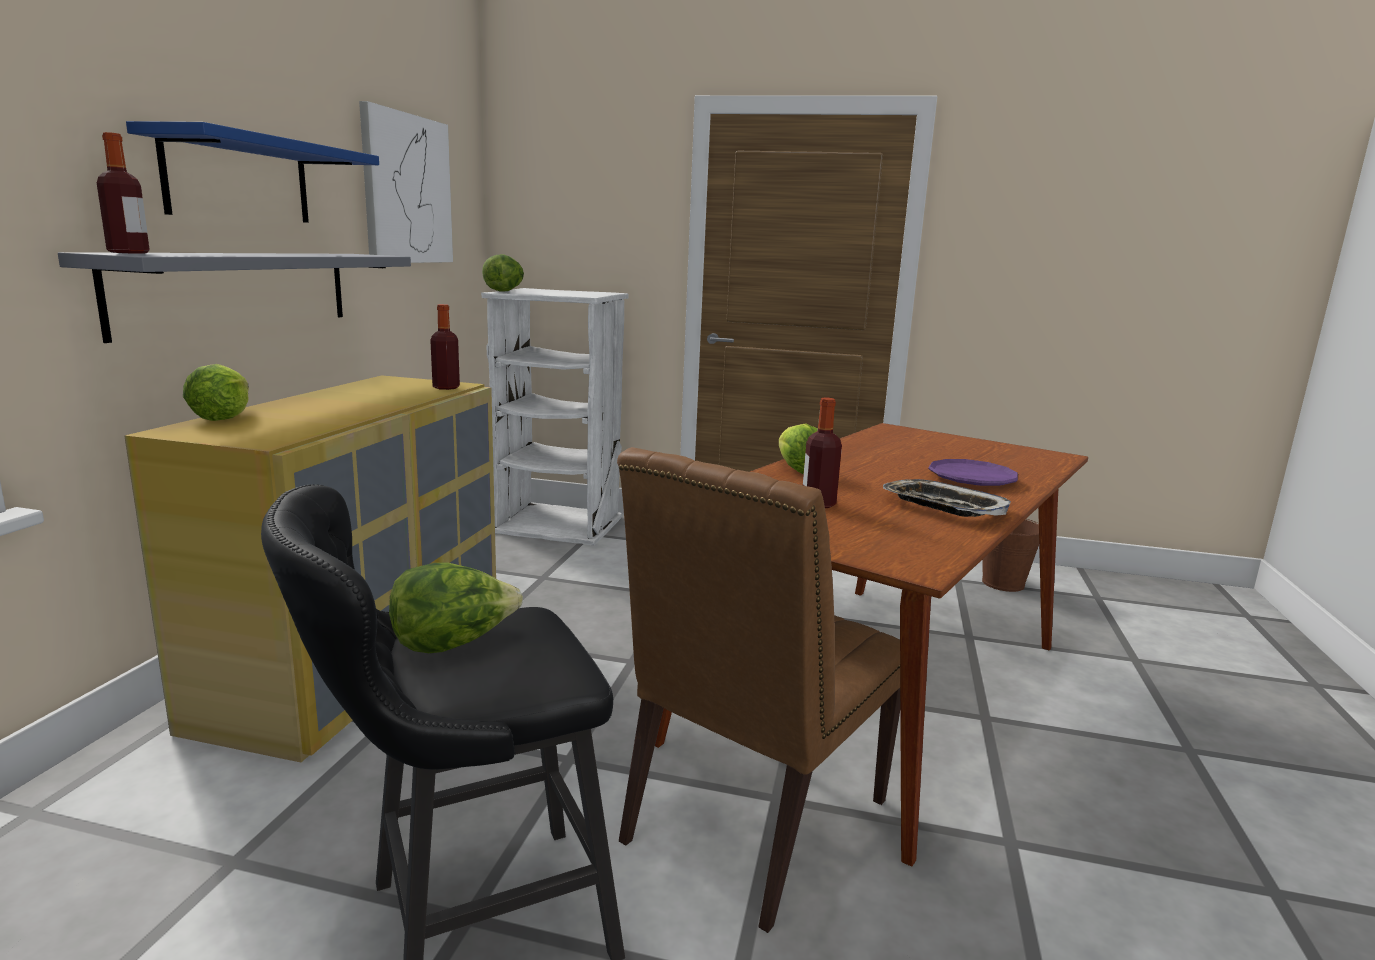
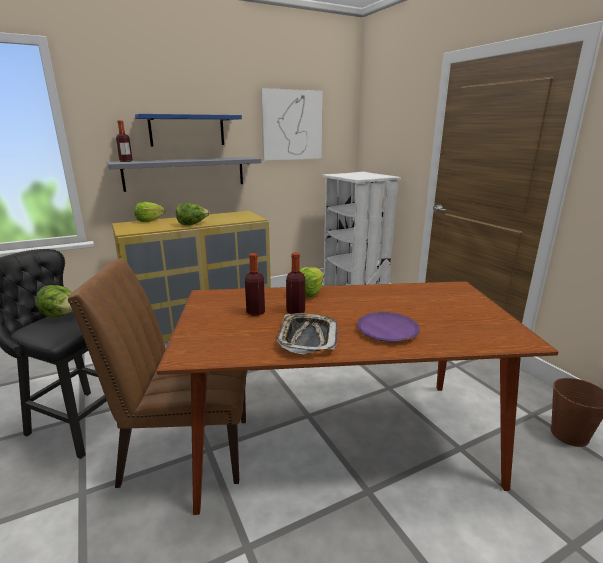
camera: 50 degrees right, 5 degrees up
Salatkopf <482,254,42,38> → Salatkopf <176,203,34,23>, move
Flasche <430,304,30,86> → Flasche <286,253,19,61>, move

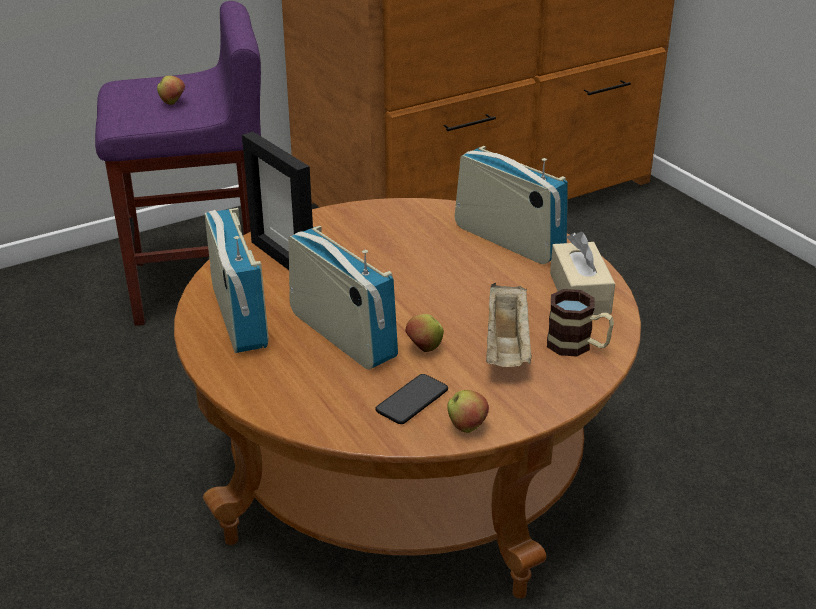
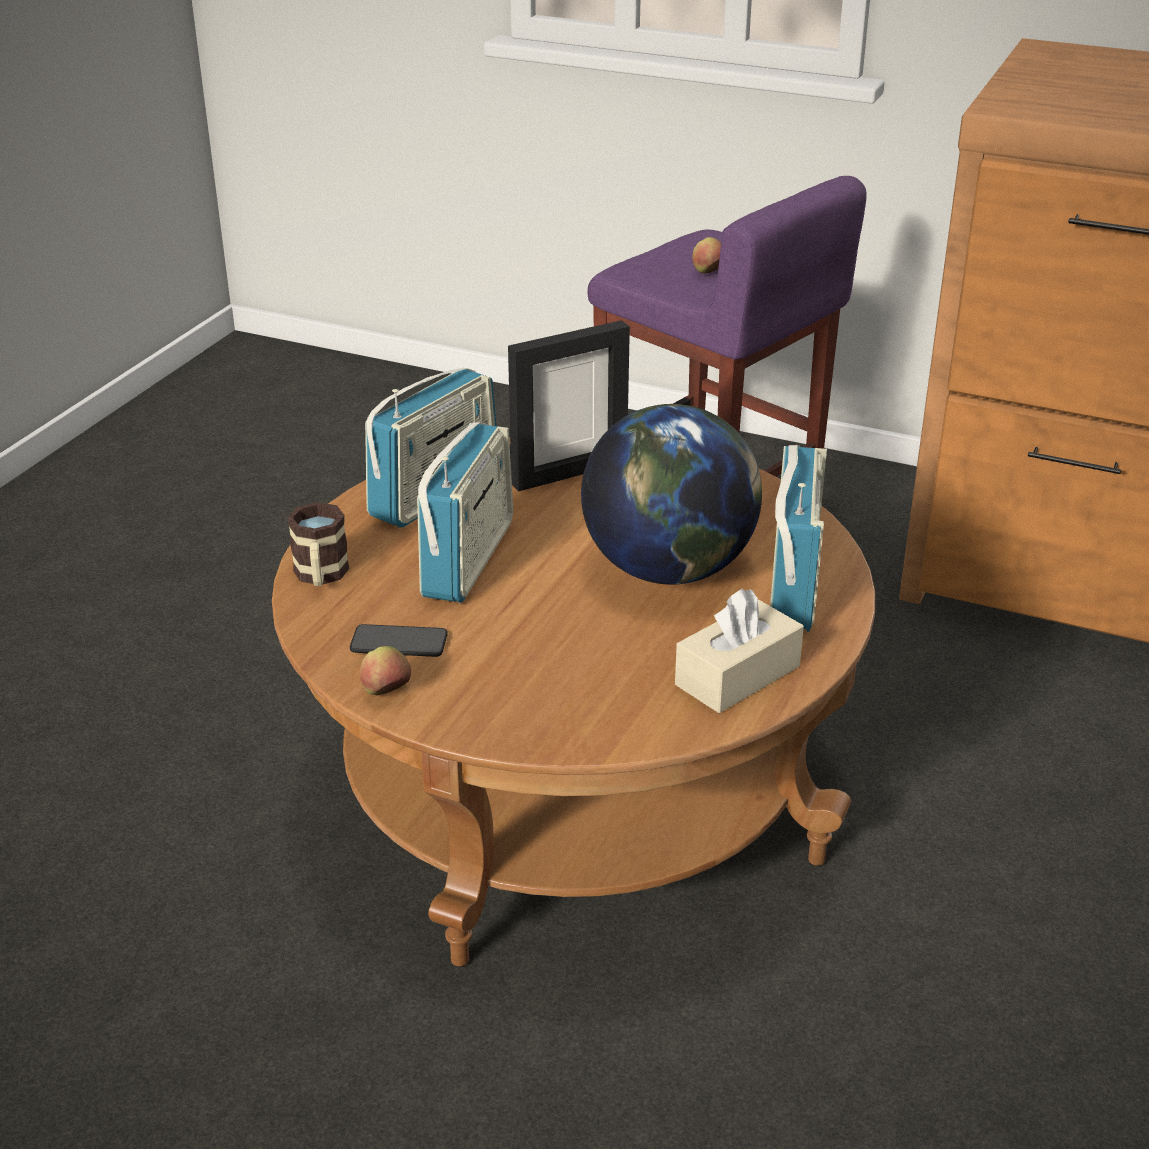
camera: 55 degrees right, 0 degrees up
Henkelbecher <547,289,67,68> → Henkelbecher <287,502,63,84>, move
Bilderrahmen <242,132,71,138> → Bilderrahmen <508,320,122,171>, 135 degrees counterclockwise
- → Globus <581,404,181,181>
Apfel <405,314,39,38> → -
Tablett (beige) <486,283,46,84> → -

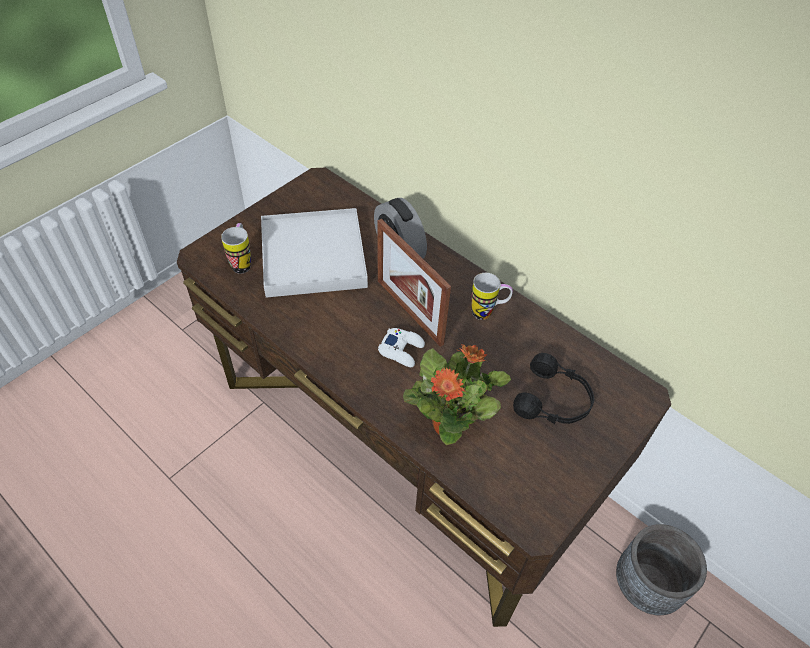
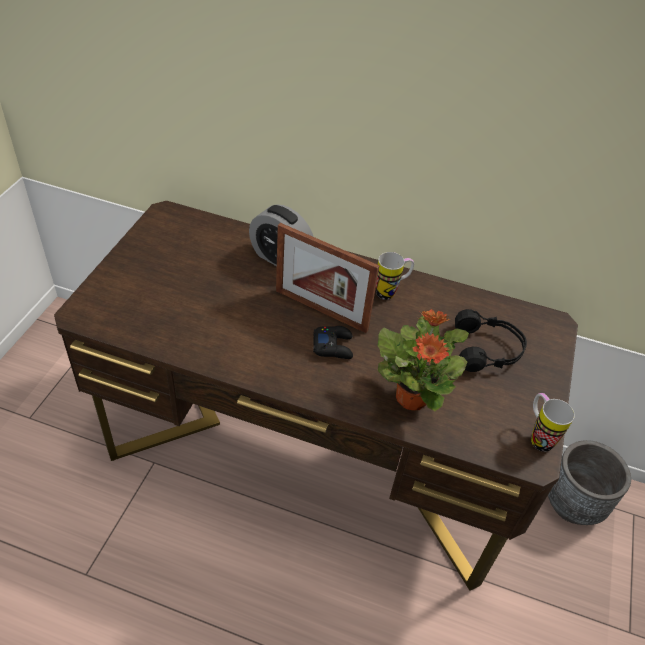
camera: 25 degrees left, 5 degrees down
Gamepad (weiß) <378,328,47,39> → Gamepad (schwarz) <313,326,40,33>
Henkelbecher <221,223,30,51> → Henkelbecher <531,393,44,59>, move
Tablett (weiß) <261,208,107,90> → -

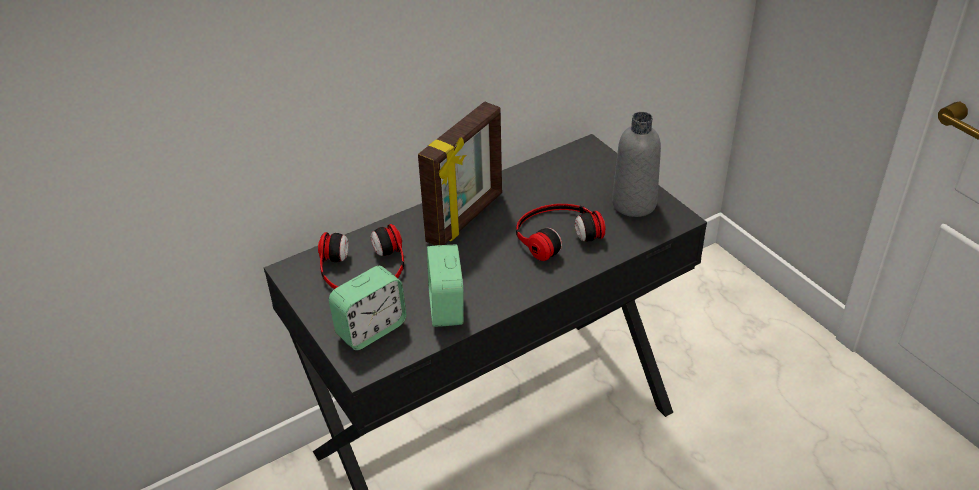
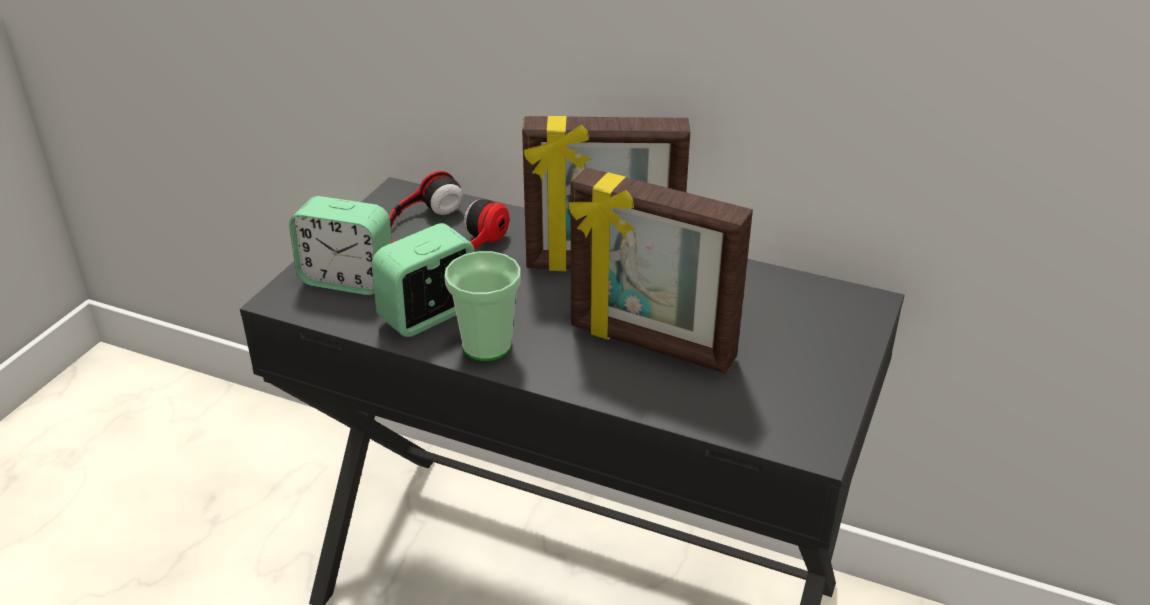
camera: 55 degrees right, 5 degrees down
- → Tasse <444,251,77,110>
Kopfhörer <516,204,90,57> → Bilderrahmen <568,167,185,206>
Flasche (grau) <612,112,49,105> → -

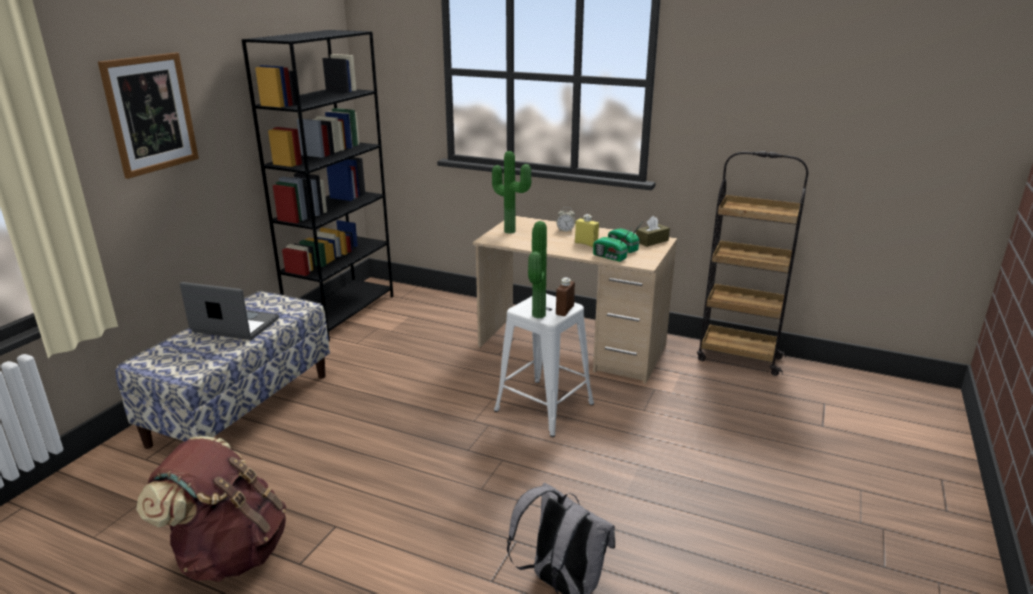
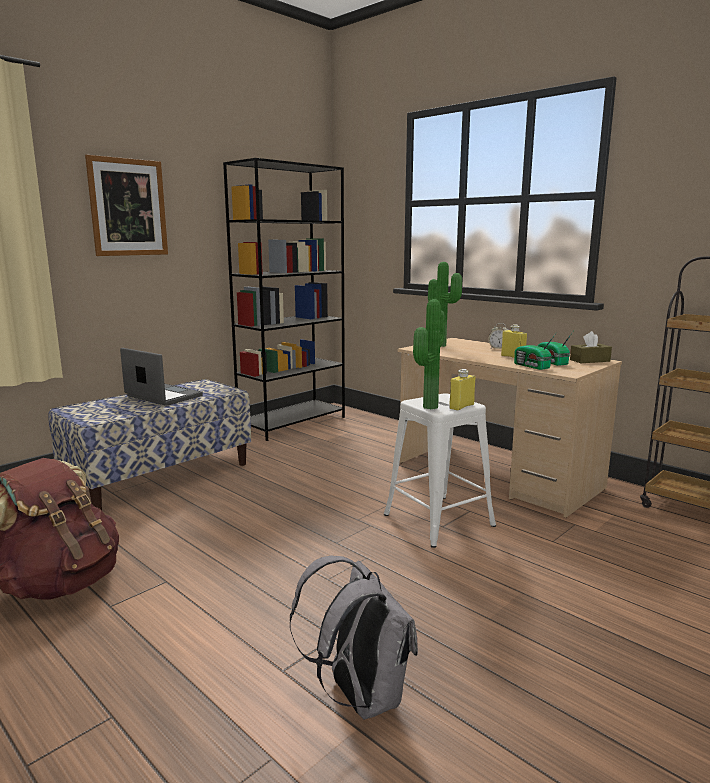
camera: 20 degrees right, 10 degrees down
Flasche (braun) <556,277,19,39> → Flasche (gelb) <449,369,26,42>

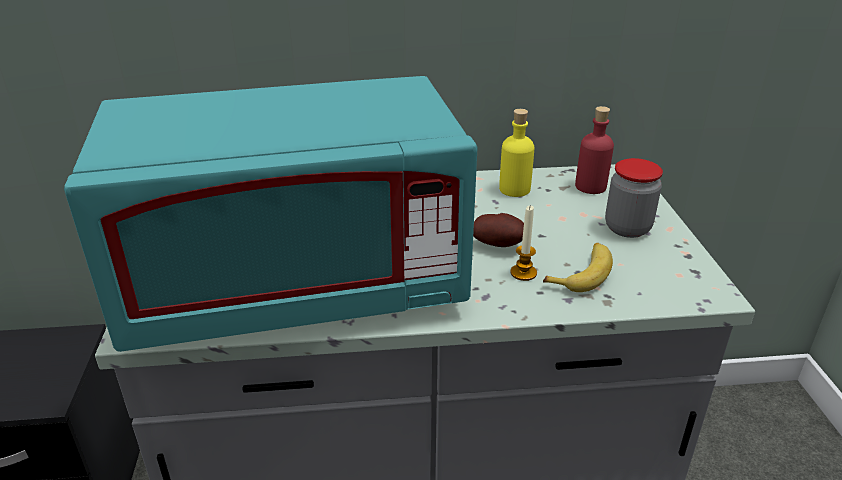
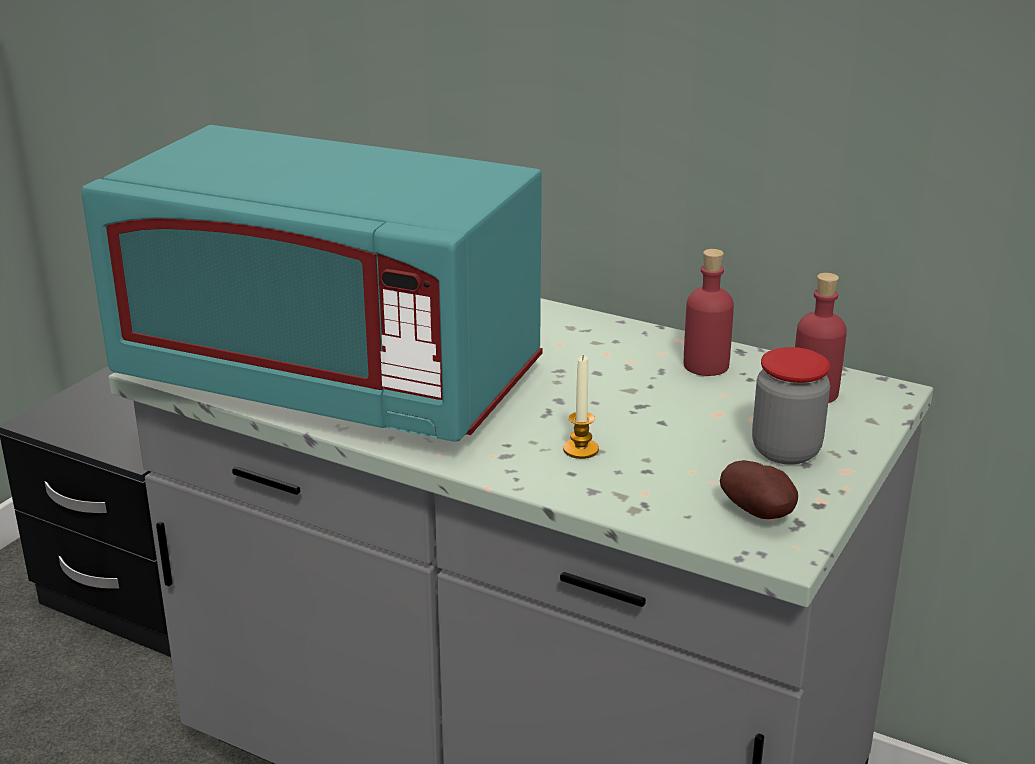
camera: 35 degrees right, 5 degrees down
Flasche (gelb) <499,109,35,88> → Flasche (rot) <684,249,50,127>
Kartoffel <473,213,51,34> → Kartoffel <720,460,78,59>, move
Banane <543,243,70,49> → -

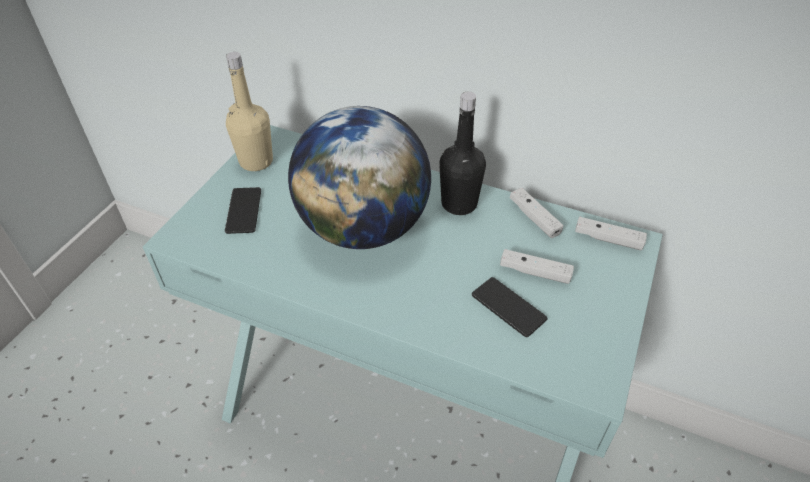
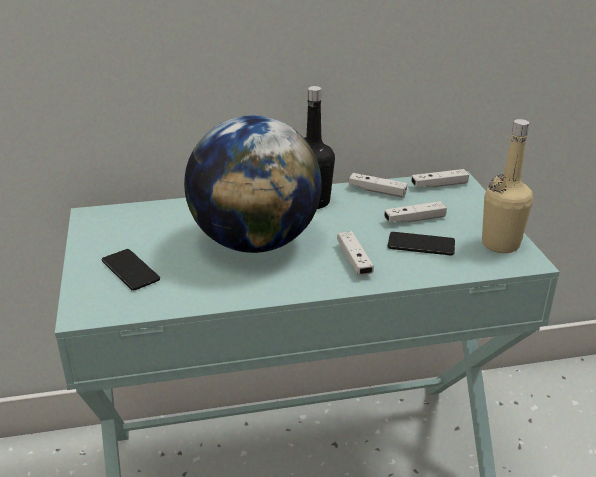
camera: 35 degrees left, 15 degrees down
- → Gamepad (weiß) <338,231,36,44>
Flasche (beige) <226,52,47,119> → Flasche (beige) <482,119,51,134>, move

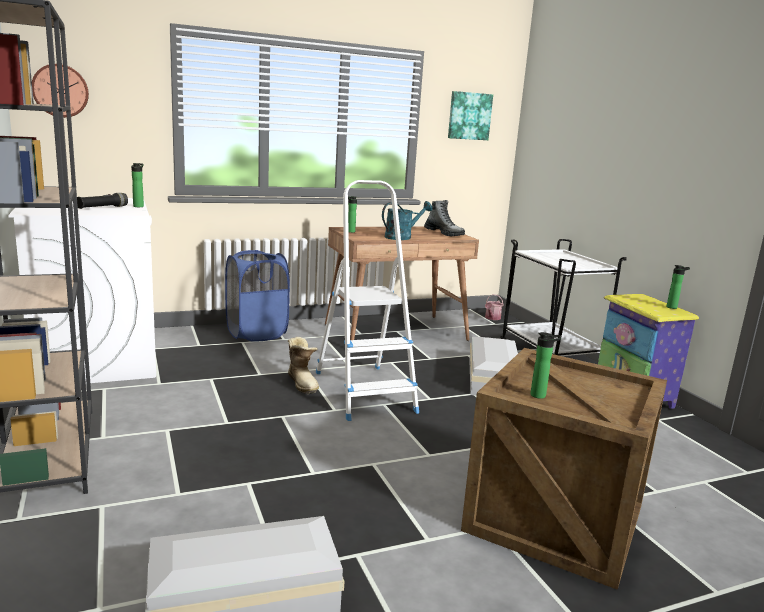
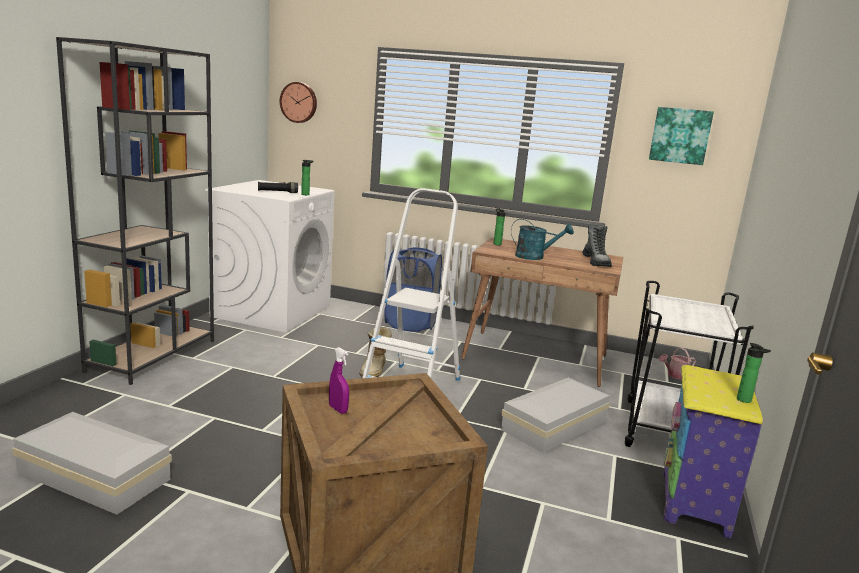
camera: 40 degrees right, 0 degrees up
Flasche <530,332,31,67> → Sprühflasche (lila) <329,347,20,67>

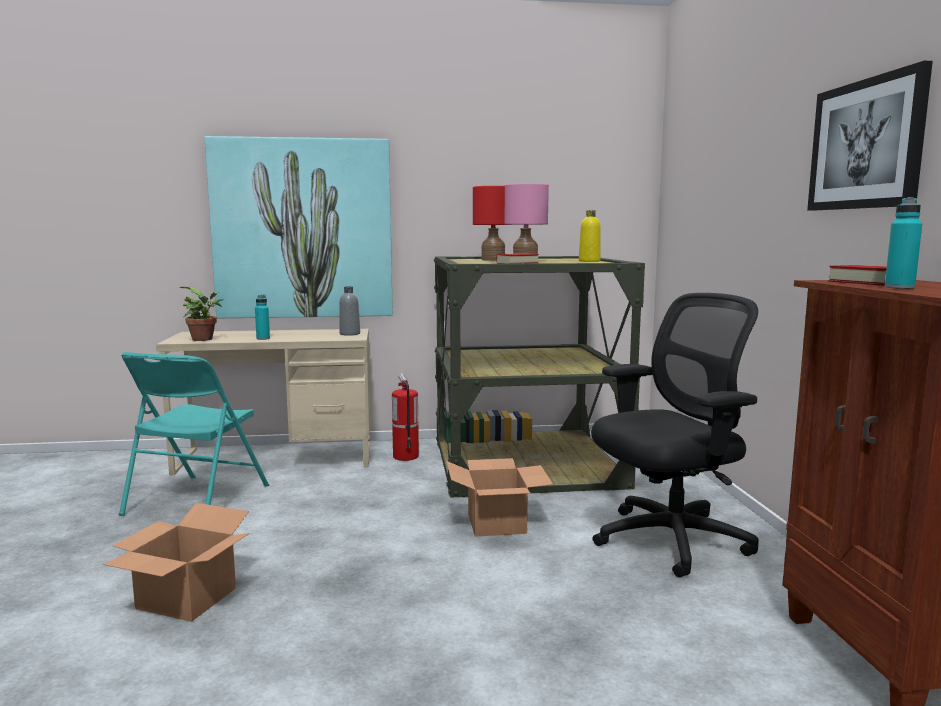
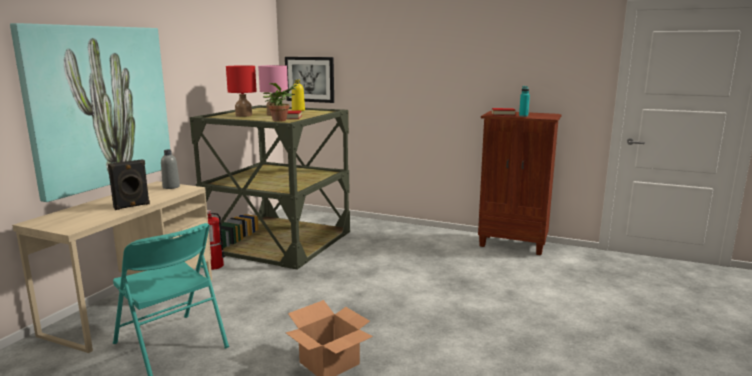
camera: 60 degrees left, 5 degrees up
Flasche (türkis) <255,295,15,45> → Lautsprecher (schwarz) <108,159,42,51>
Topfpflanze <180,287,43,54> → Topfpflanze <263,83,36,39>, move
Bild <807,61,126,150> → Bild <285,57,49,46>, move
Karton <446,458,107,79> → -
Bürostuhl (schwarz) <591,293,168,284> → -

